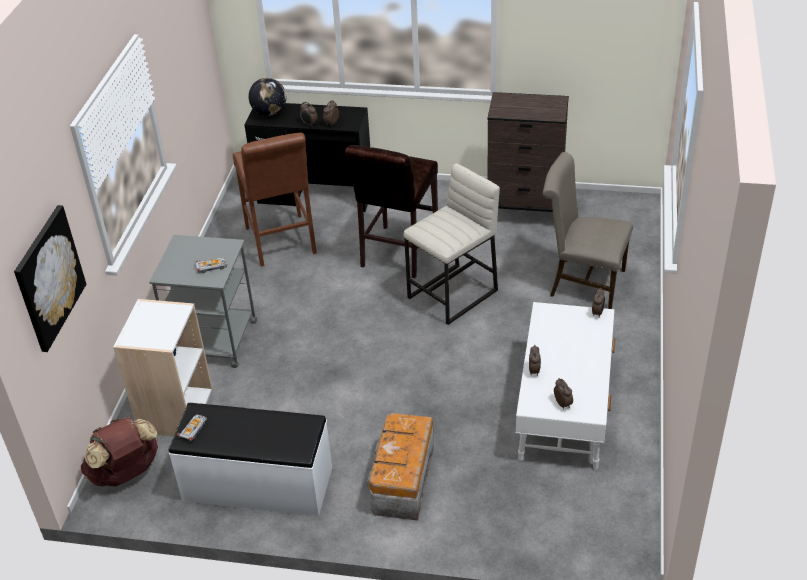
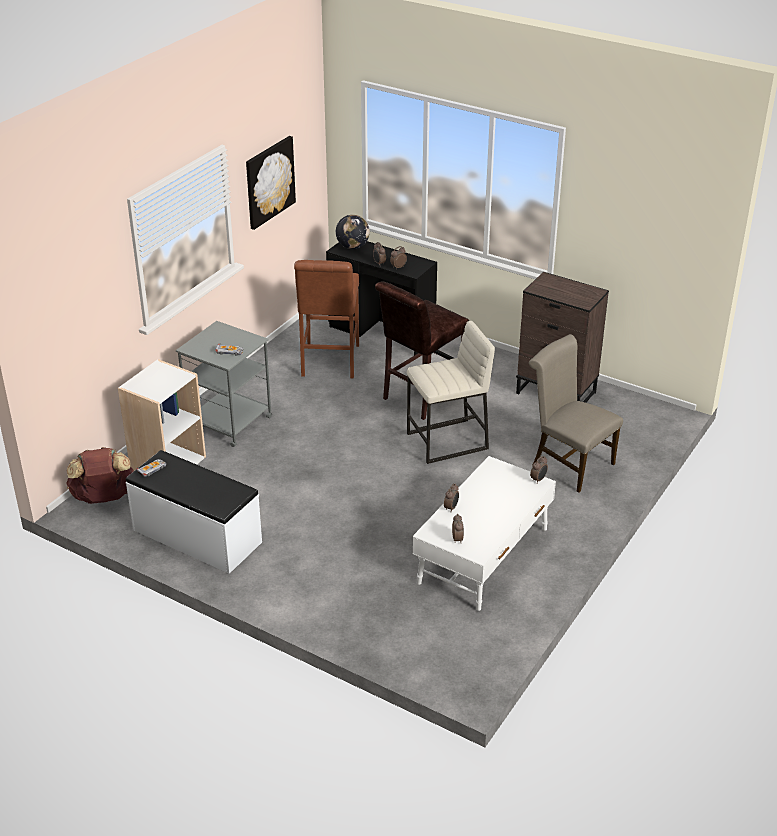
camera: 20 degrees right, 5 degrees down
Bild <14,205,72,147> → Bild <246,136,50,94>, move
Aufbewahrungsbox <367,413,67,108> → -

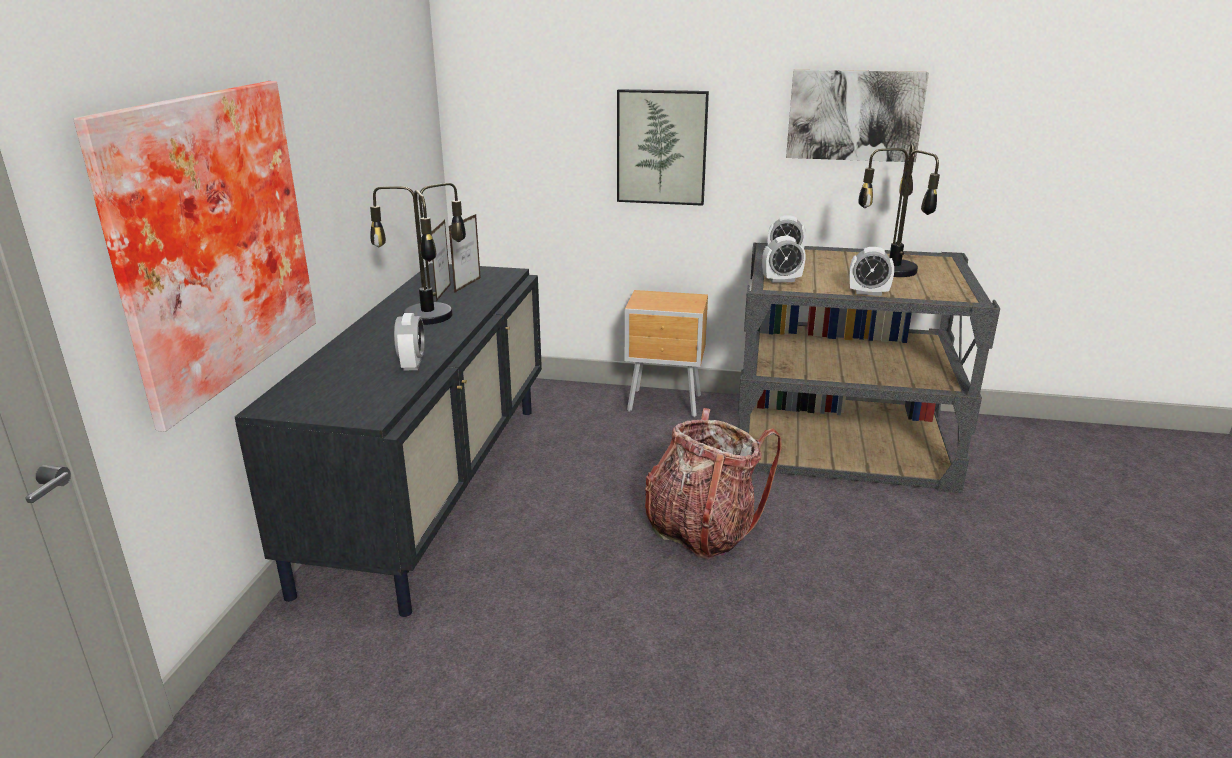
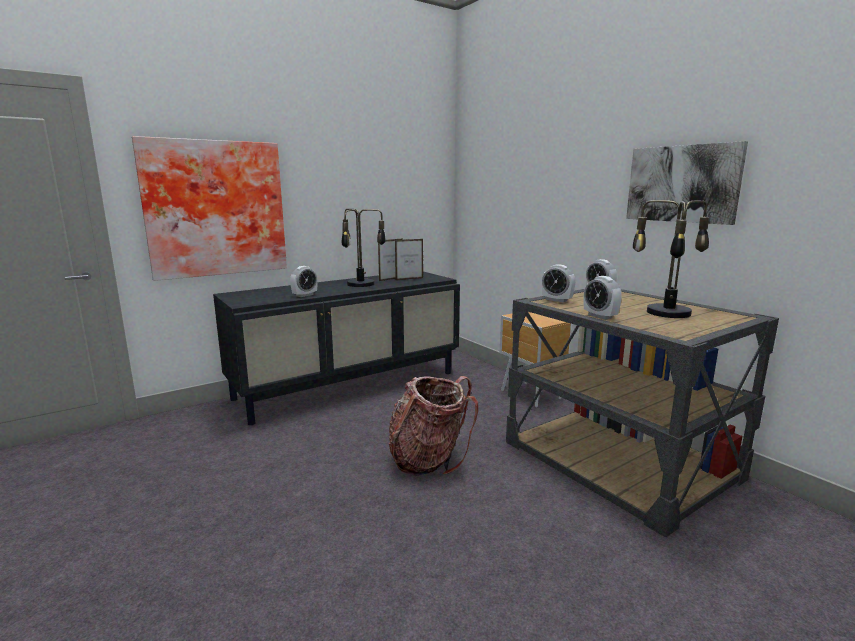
camera: 45 degrees right, 10 degrees down
Bild <617,89,92,117> → -

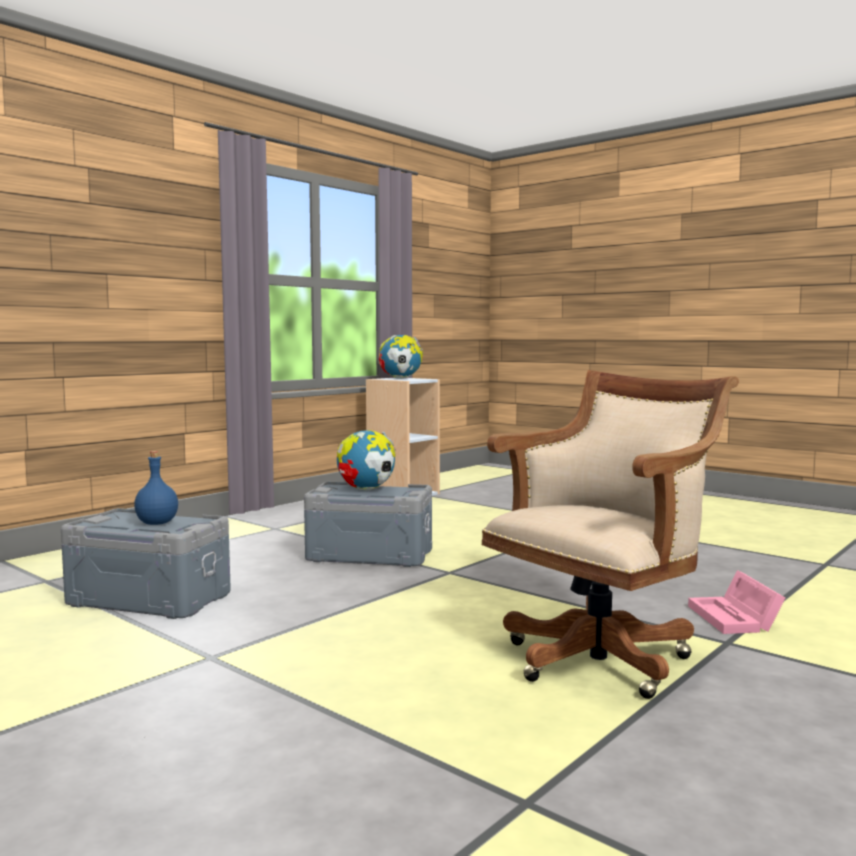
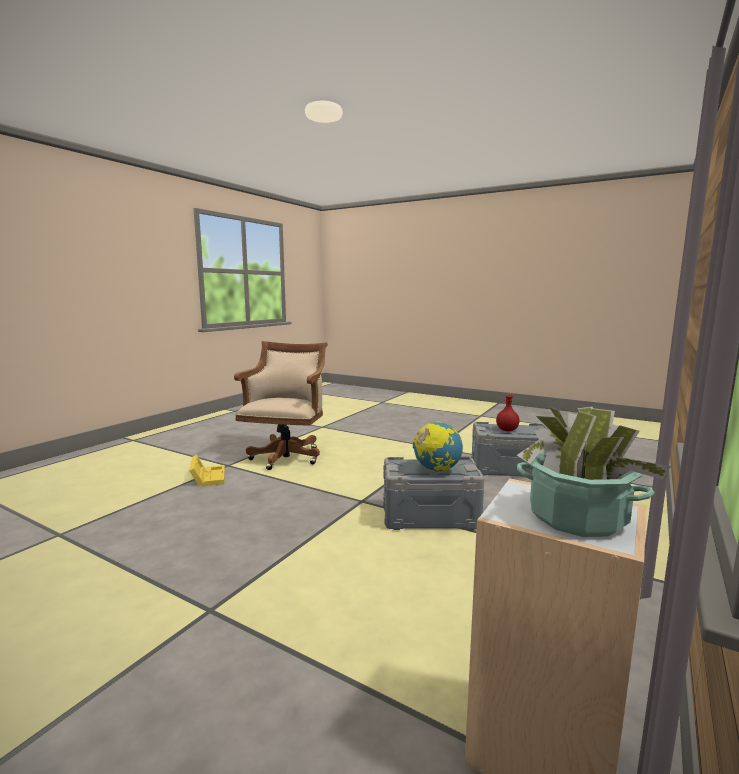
camera: 170 degrees right, 5 degrees up
Aufbewahrungsbox (rosa) <688,570,97,64> → Aufbewahrungsbox (gelb) <189,455,36,31>
Bürostuhl <482,370,257,329> → Bürostuhl <234,341,94,129>, 150 degrees clockwise
Flasche (blau) <134,451,44,74> → Flasche (rot) <496,393,24,38>
Globus <379,335,44,44> → Topfpflanze <517,406,154,131>

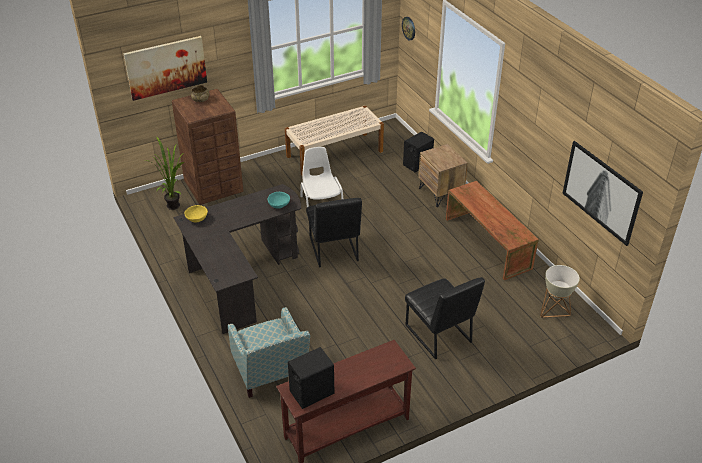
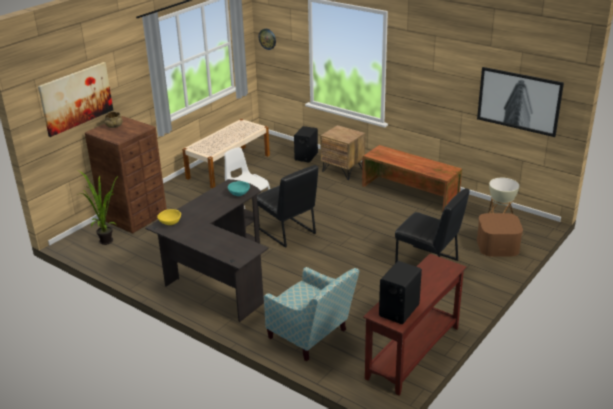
camera: 25 degrees left, 10 degrees down
- → Aufbewahrungsbox (braun) <477,213,46,44>

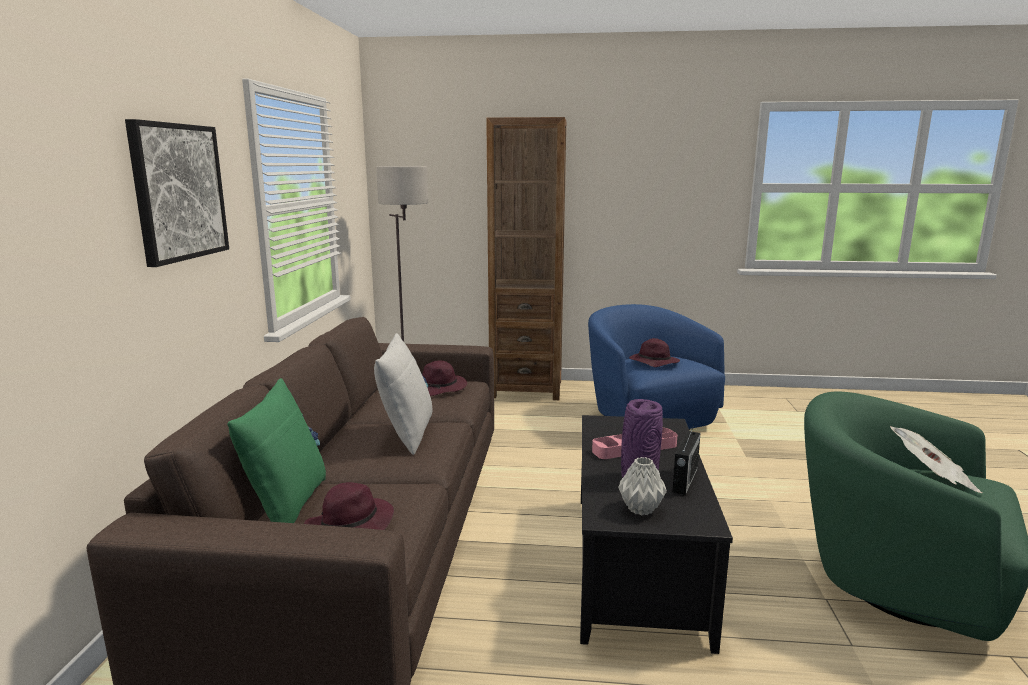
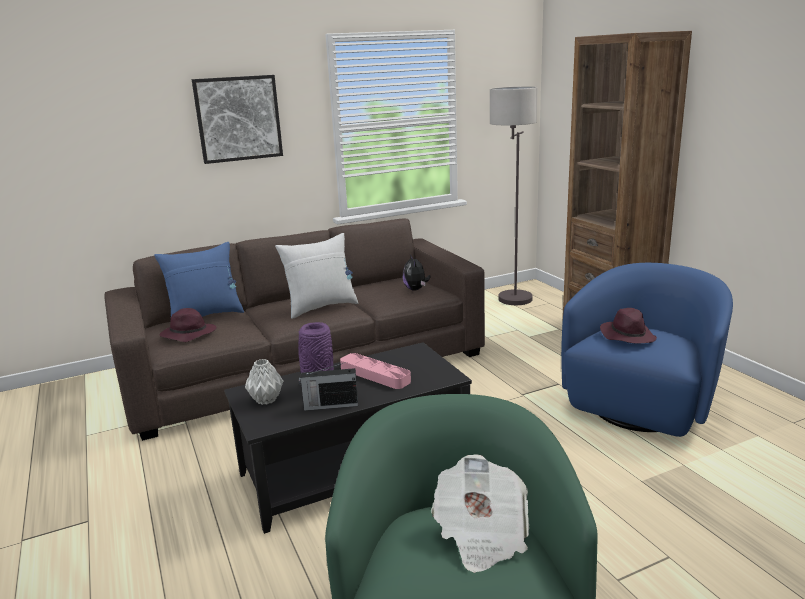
camera: 60 degrees right, 5 degrees up
Kissen (grün) <227,378,99,145> → Kissen (blau) <154,242,90,75>
Hut (lila) <422,361,45,35> → Plüschtier <403,254,28,37>

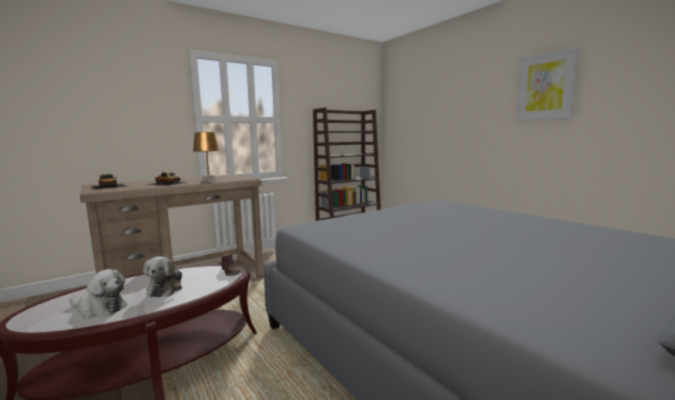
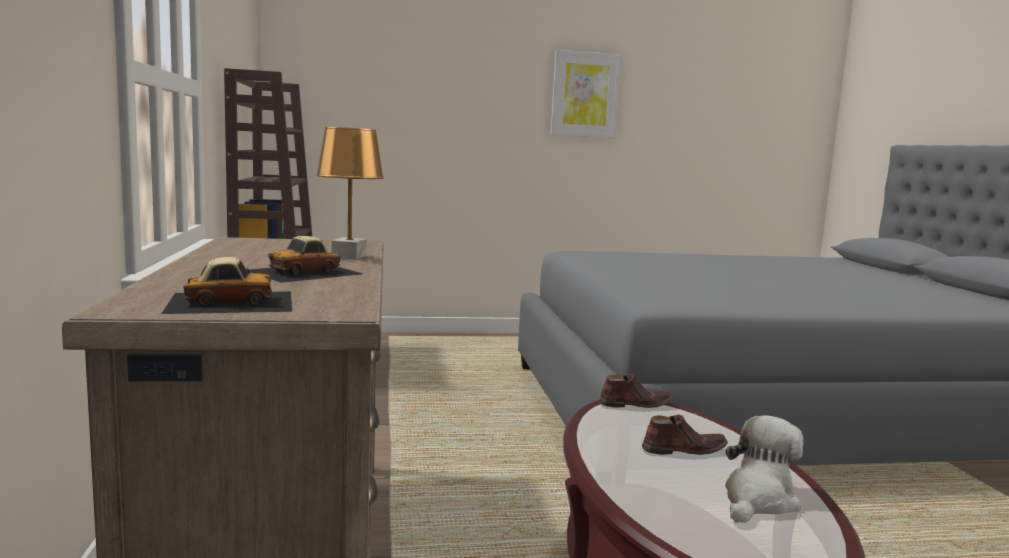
camera: 65 degrees left, 0 degrees up
Plüschtier <143,256,39,41> → Schuh (braun) <642,414,86,41>

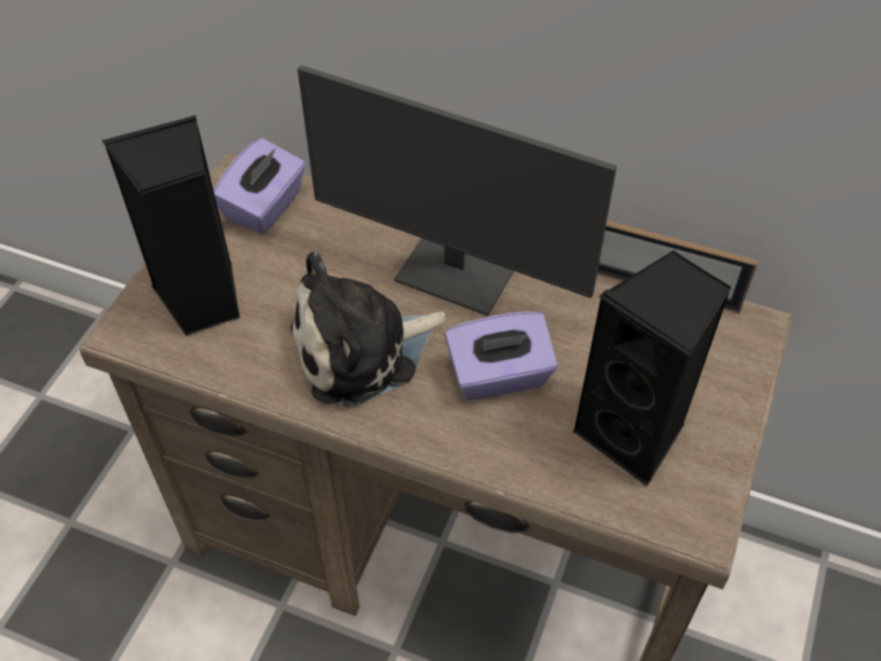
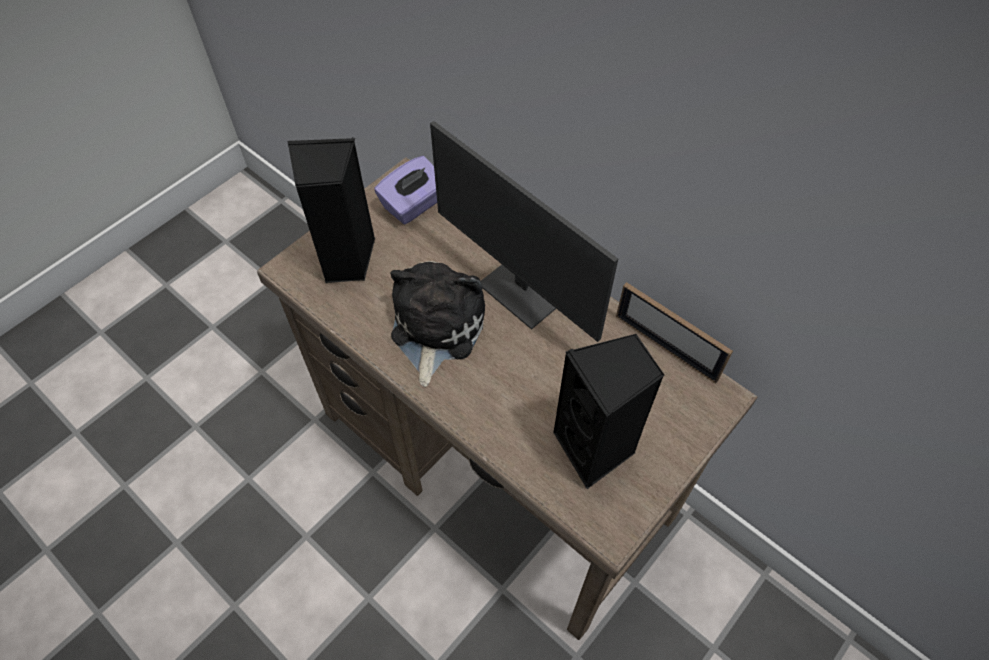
camera: 20 degrees right, 5 degrees up
Plüschtier <290,251,156,156> → Plüschtier <390,261,95,126>, 105 degrees clockwise
Taschentuchbox (lila) <445,311,113,89> → -

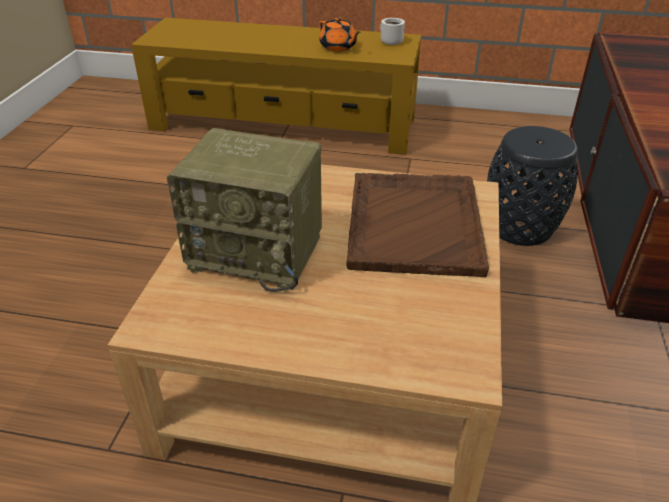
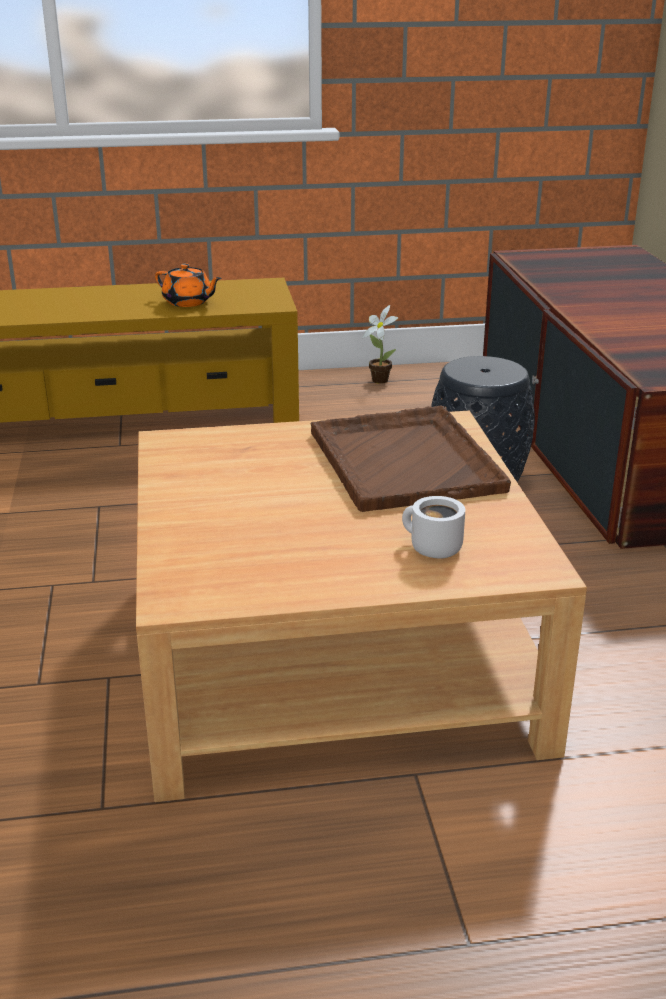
camera: 20 degrees left, 10 degrees down
- → Topfpflanze <363,305,35,79>
Henkelbecher (weiß) <380,18,25,27> → Henkelbecher (weiß) <402,496,63,63>, move
Radio <167,128,155,164> → -

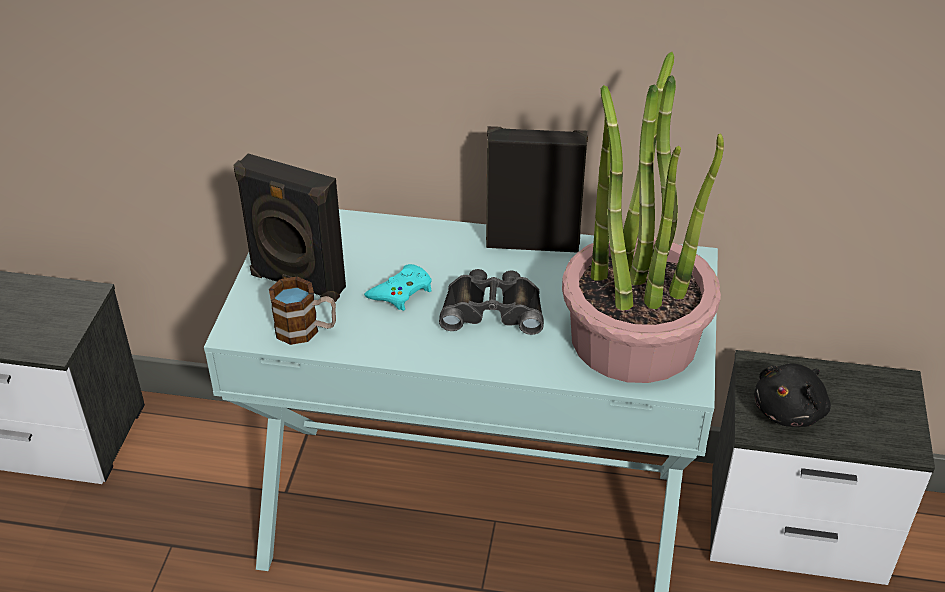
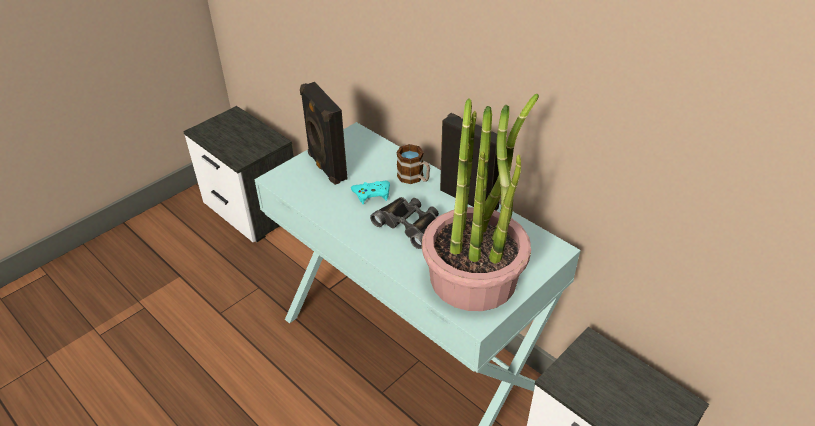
camera: 35 degrees right, 0 degrees up
Henkelbecher <269,277,67,68> → Henkelbecher <396,144,34,40>, move
Plüschtier (schwarz) <754,363,77,64> → -

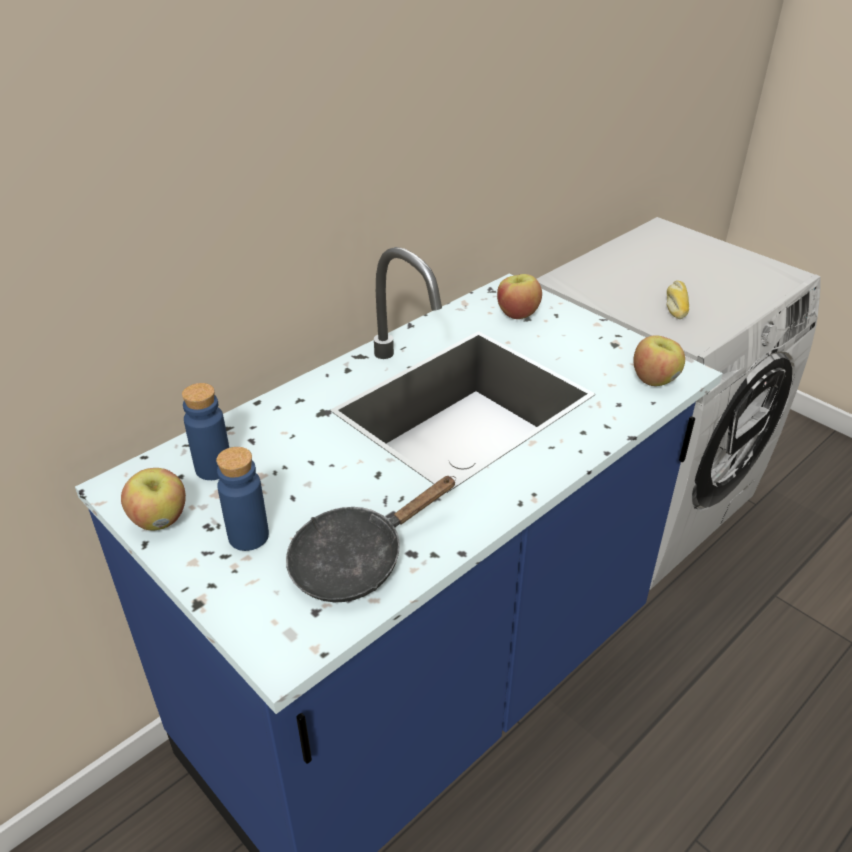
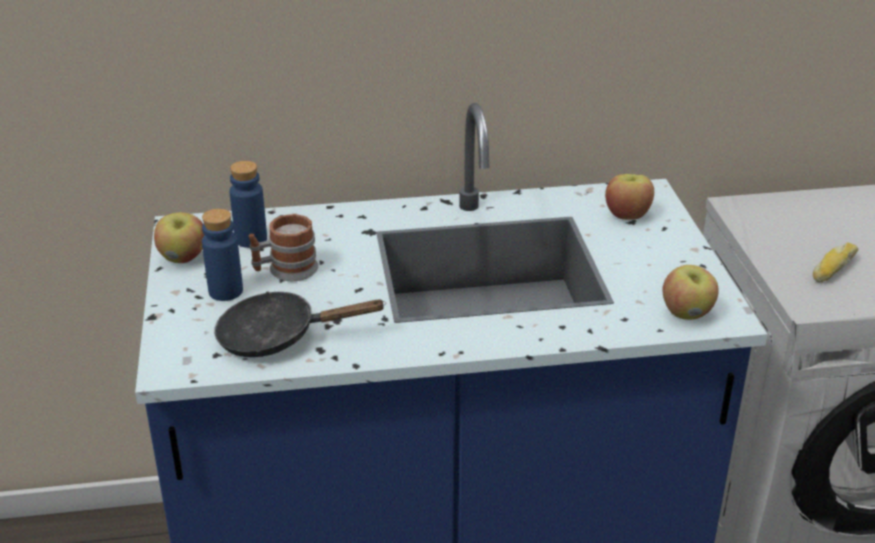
camera: 35 degrees right, 5 degrees down
- → Henkelbecher <249,214,70,67>

